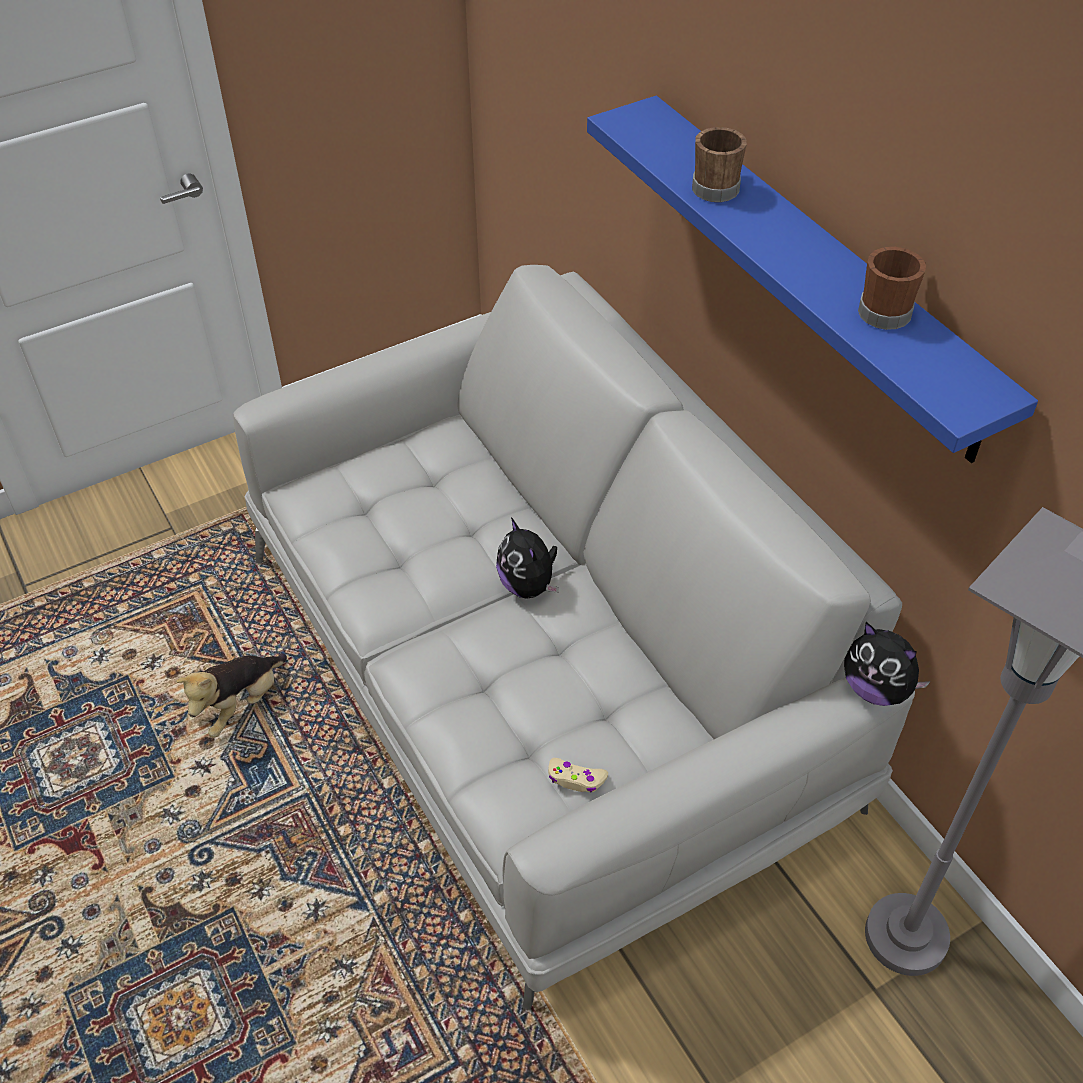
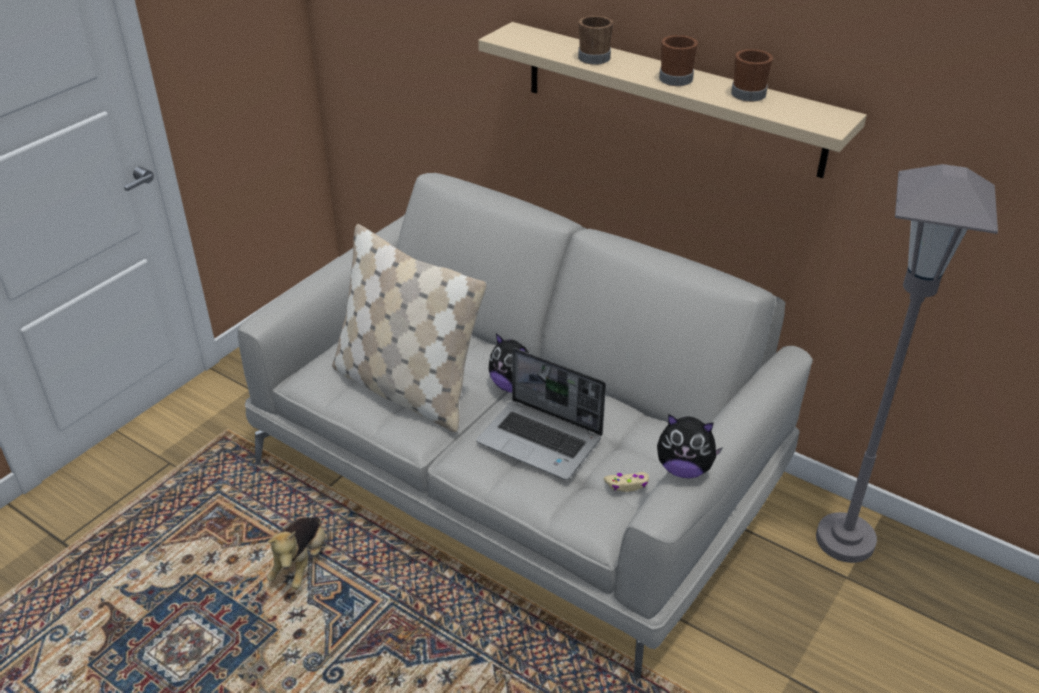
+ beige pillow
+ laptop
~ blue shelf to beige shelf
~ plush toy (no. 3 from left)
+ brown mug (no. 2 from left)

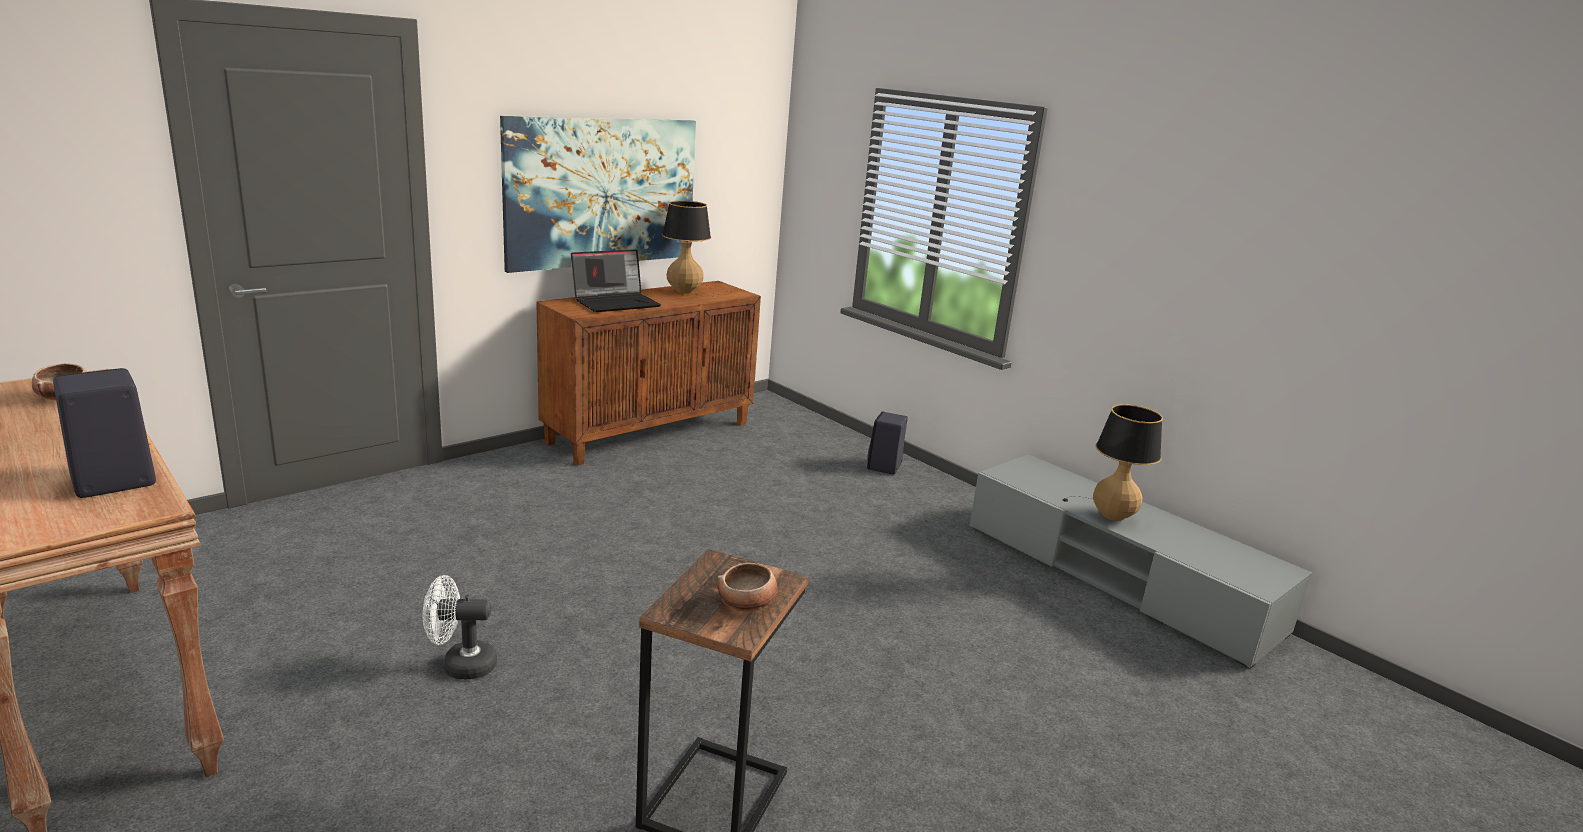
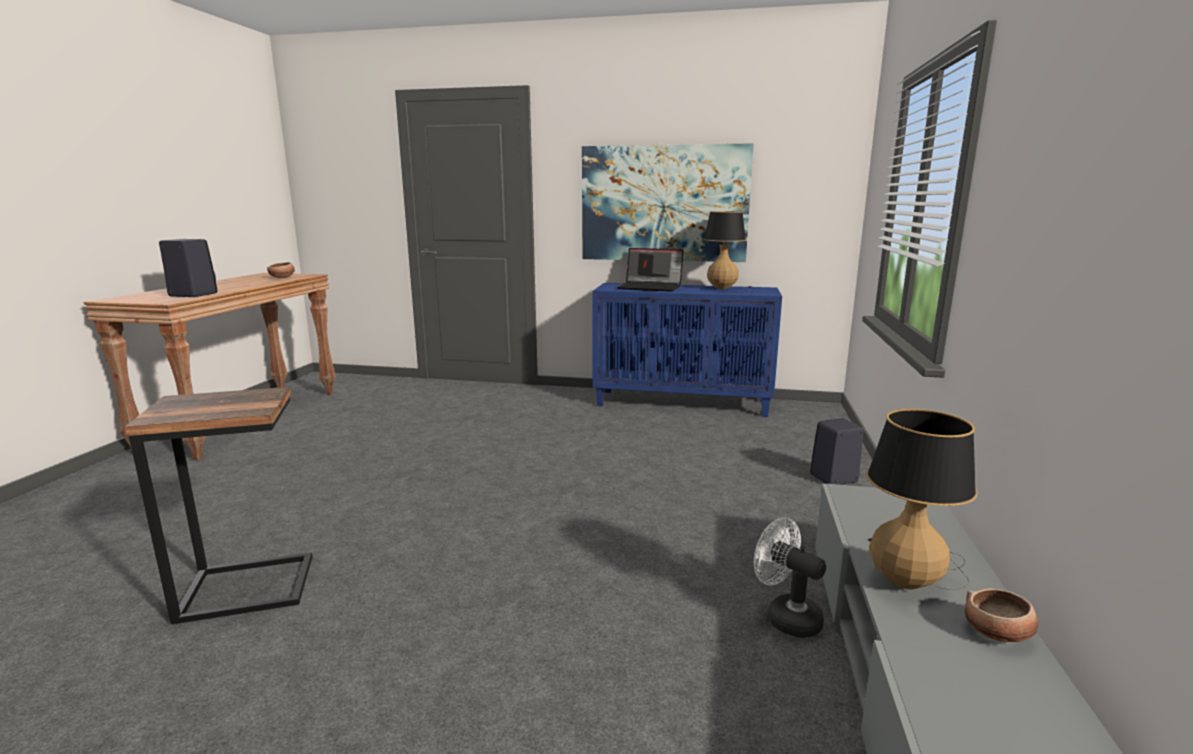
~ brown cabinet to blue cabinet
~ white fan
~ bowl (no. 2 from left)

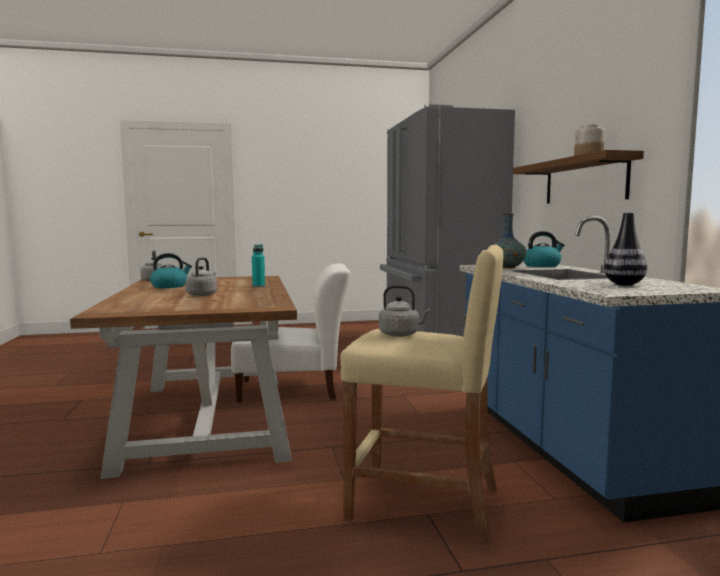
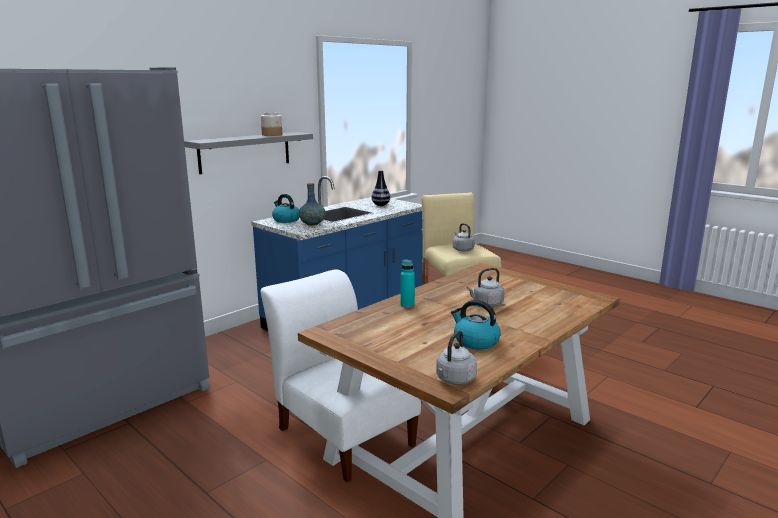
~ brown shelf to grey shelf

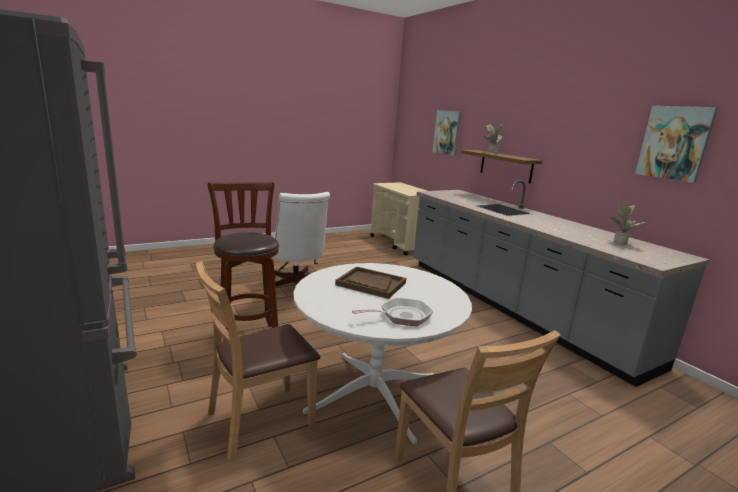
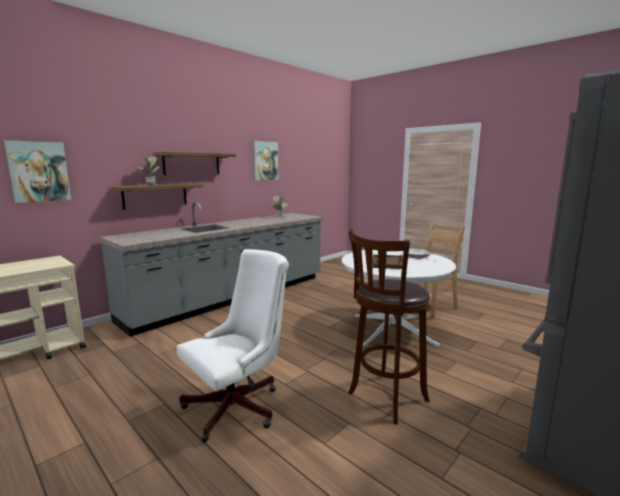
+ shelf (no. 2 from left)
- brown chair (no. 1 from left)

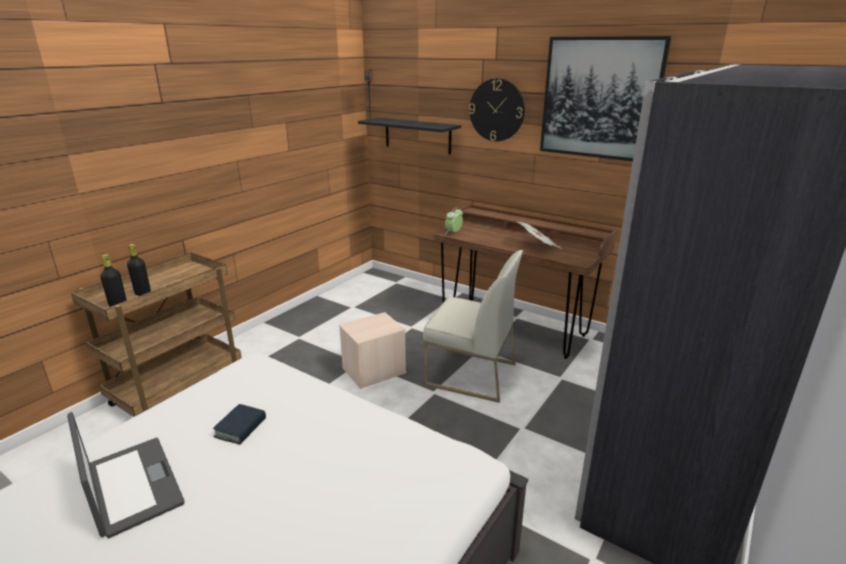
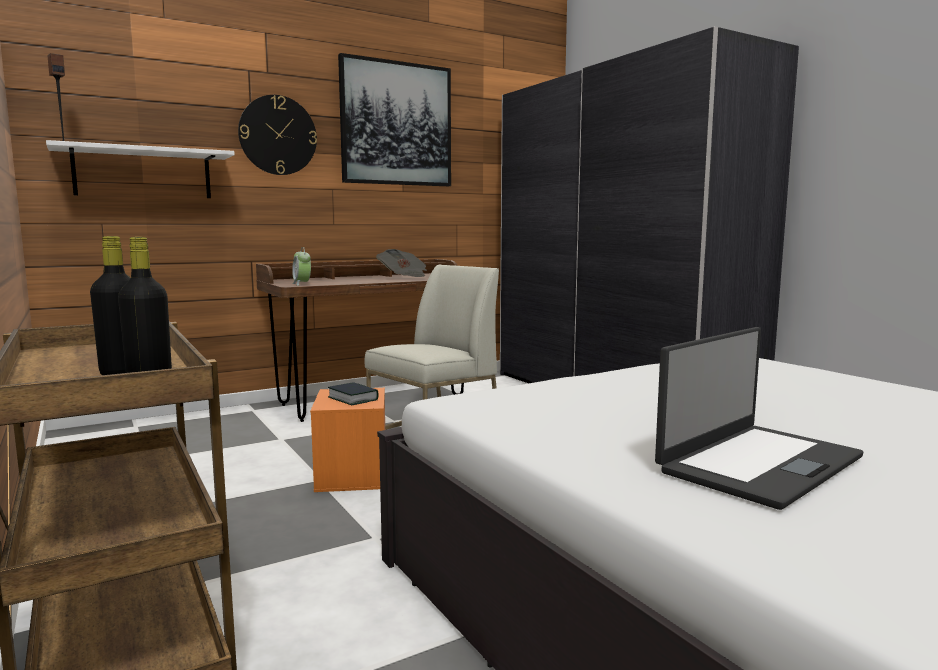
~ black shelf to white shelf
~ beige storage box to orange storage box
~ book
~ laptop 150 degrees clockwise

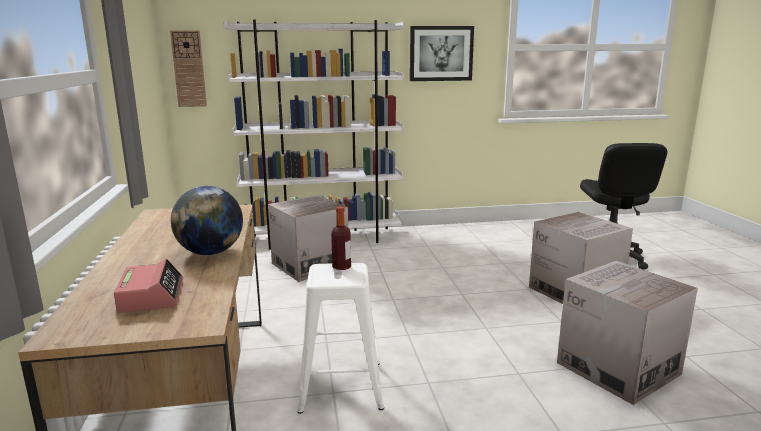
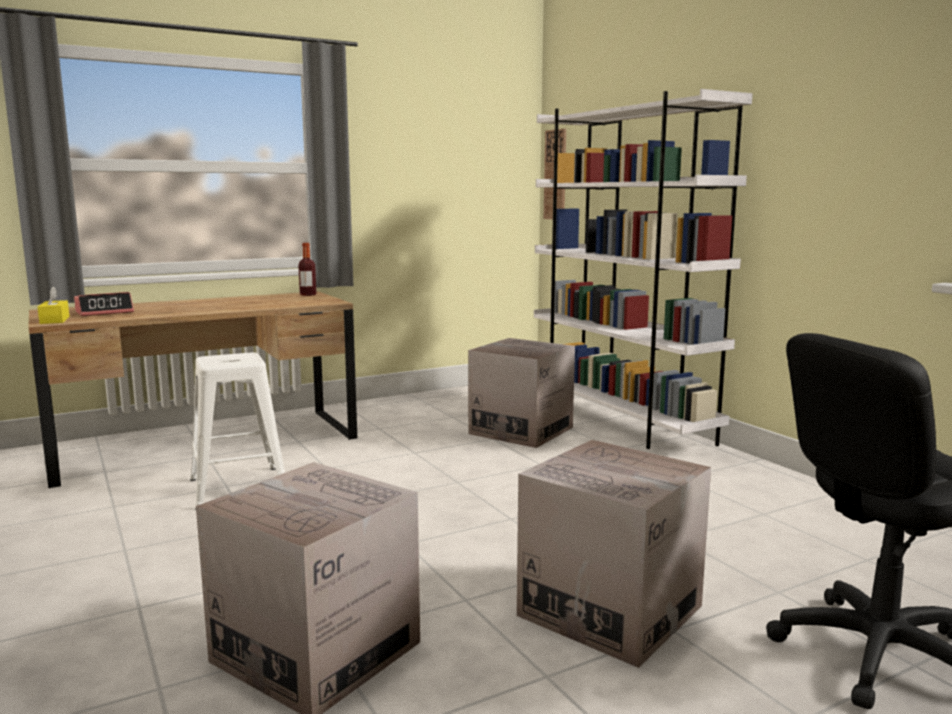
+ yellow tissue box
~ bottle
- globe
- picture

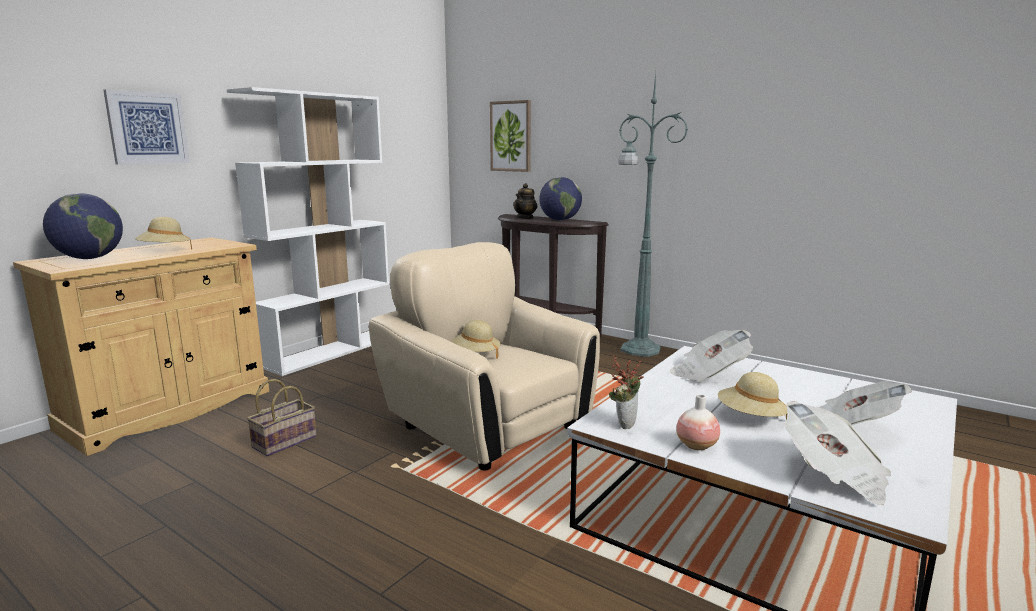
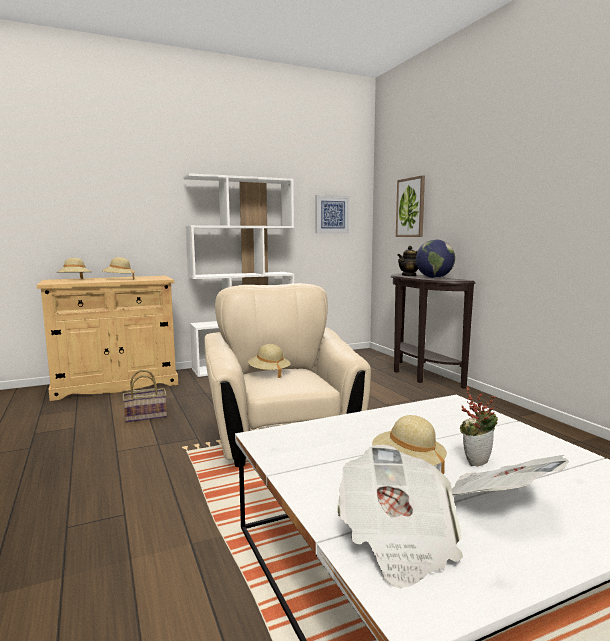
~ globe (no. 1 from left) to beige hat (no. 1 from left)
~ picture (no. 1 from left)
~ potted plant
- green floor lamp
- newspaper (no. 1 from left)
- vase

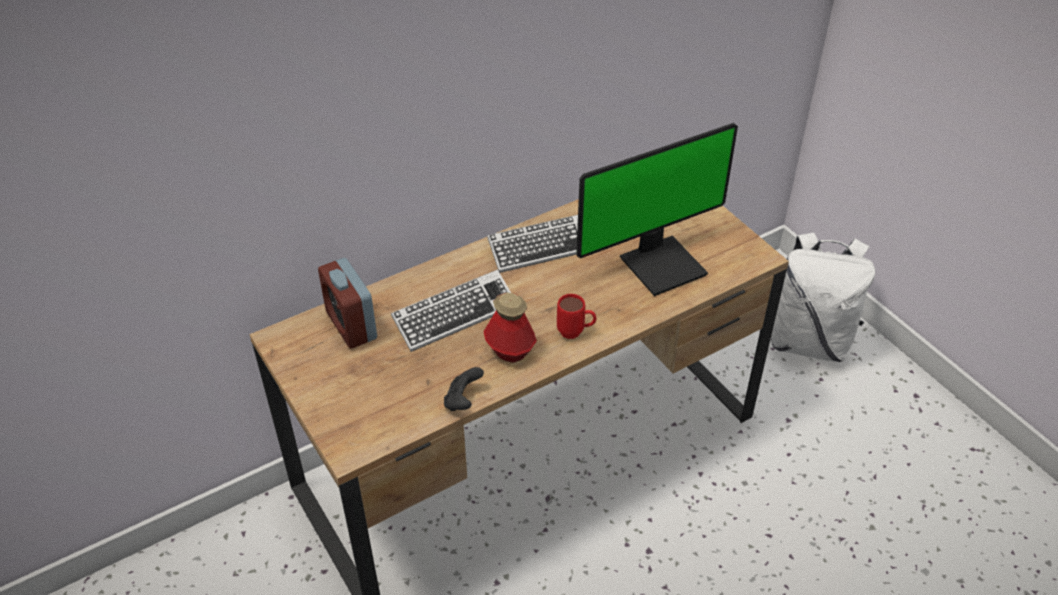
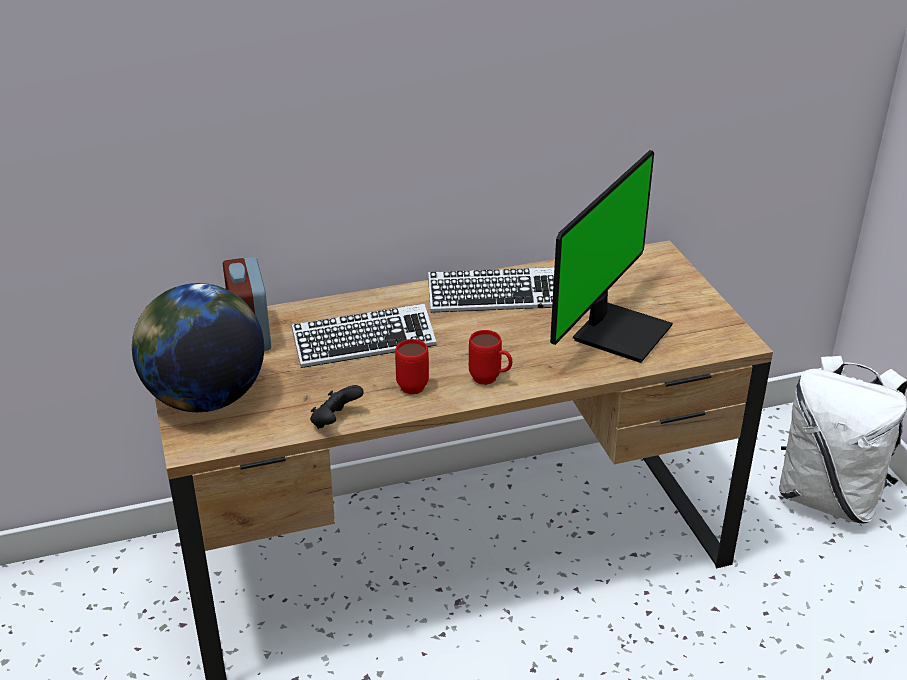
+ globe
~ bottle to red mug (no. 1 from left)
~ monitor 45 degrees counterclockwise

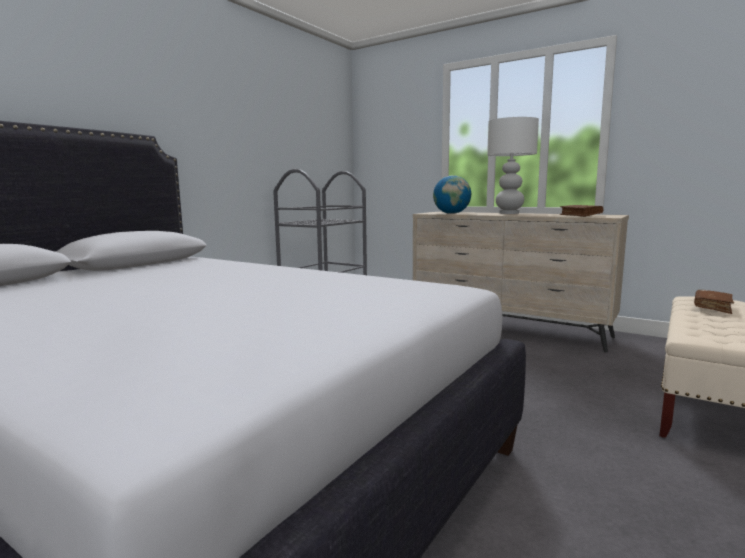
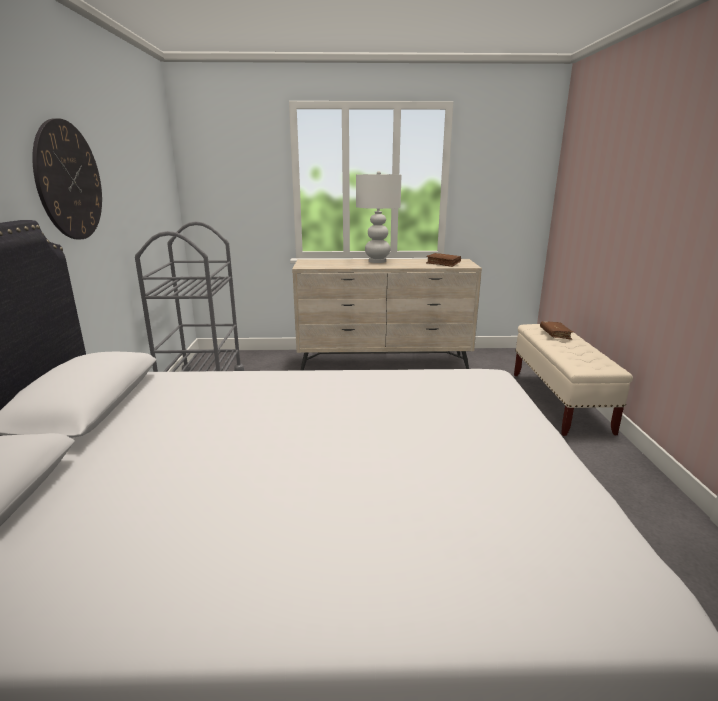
+ wall clock
- globe

